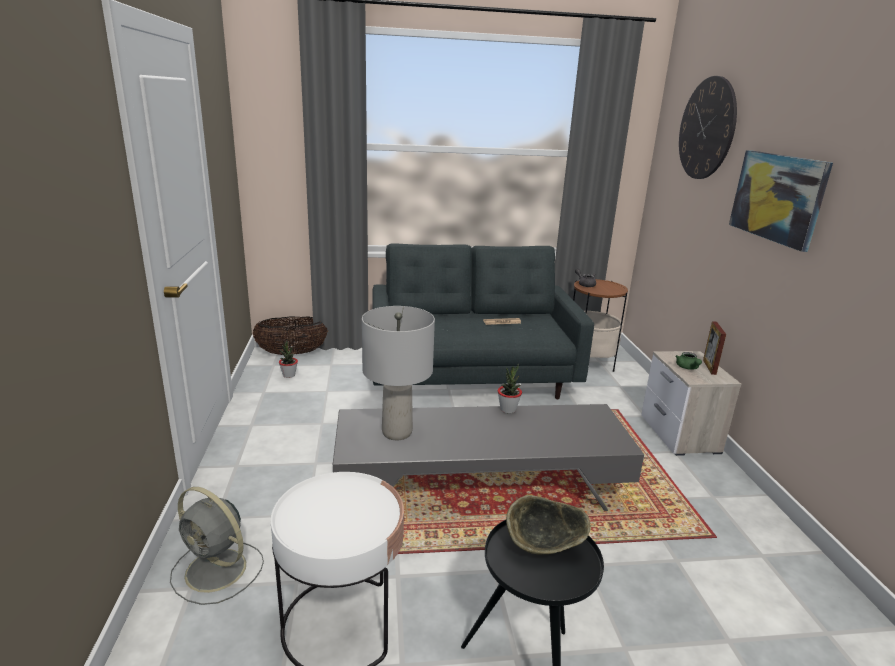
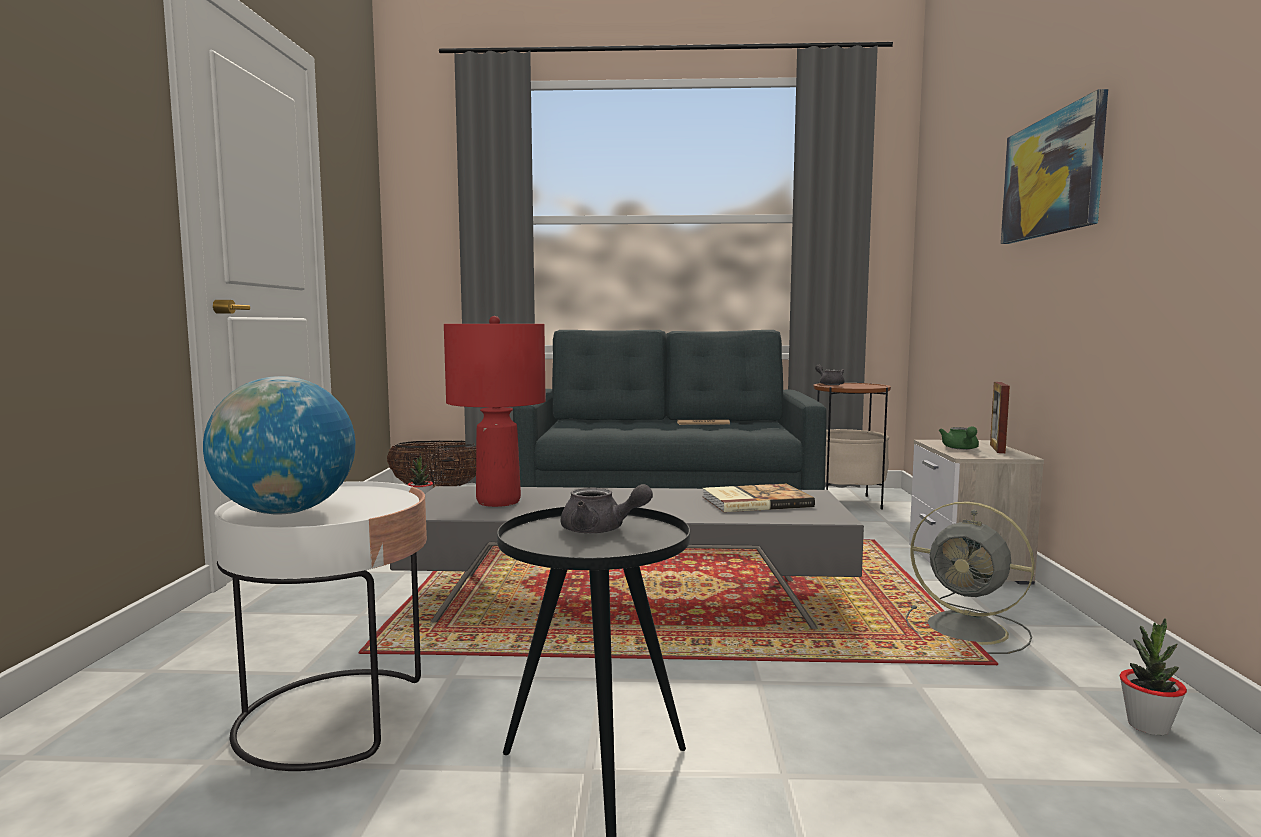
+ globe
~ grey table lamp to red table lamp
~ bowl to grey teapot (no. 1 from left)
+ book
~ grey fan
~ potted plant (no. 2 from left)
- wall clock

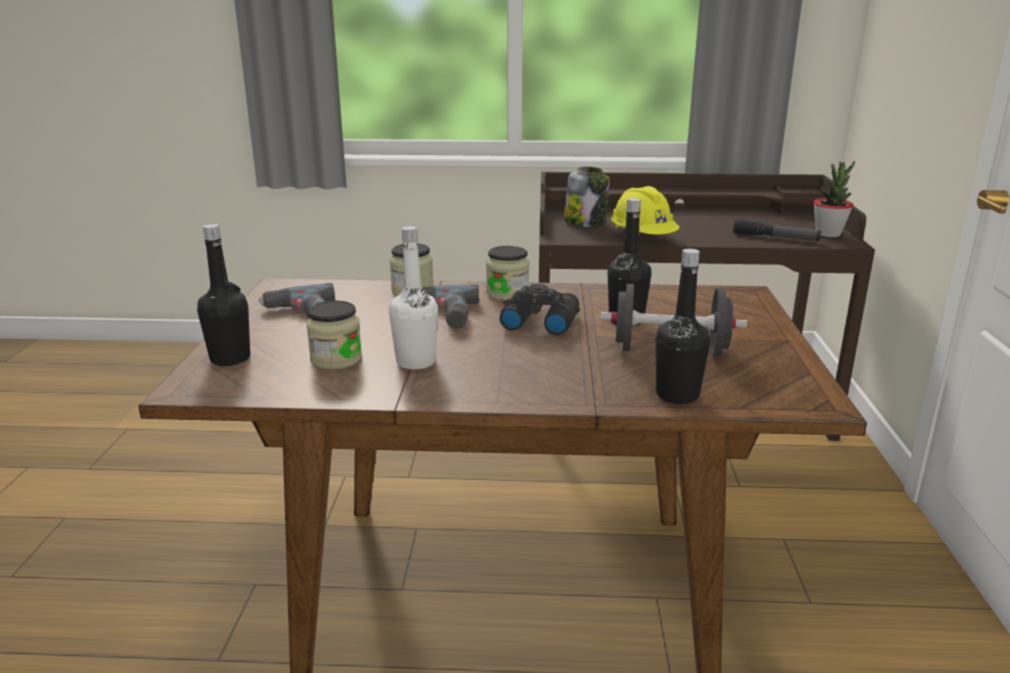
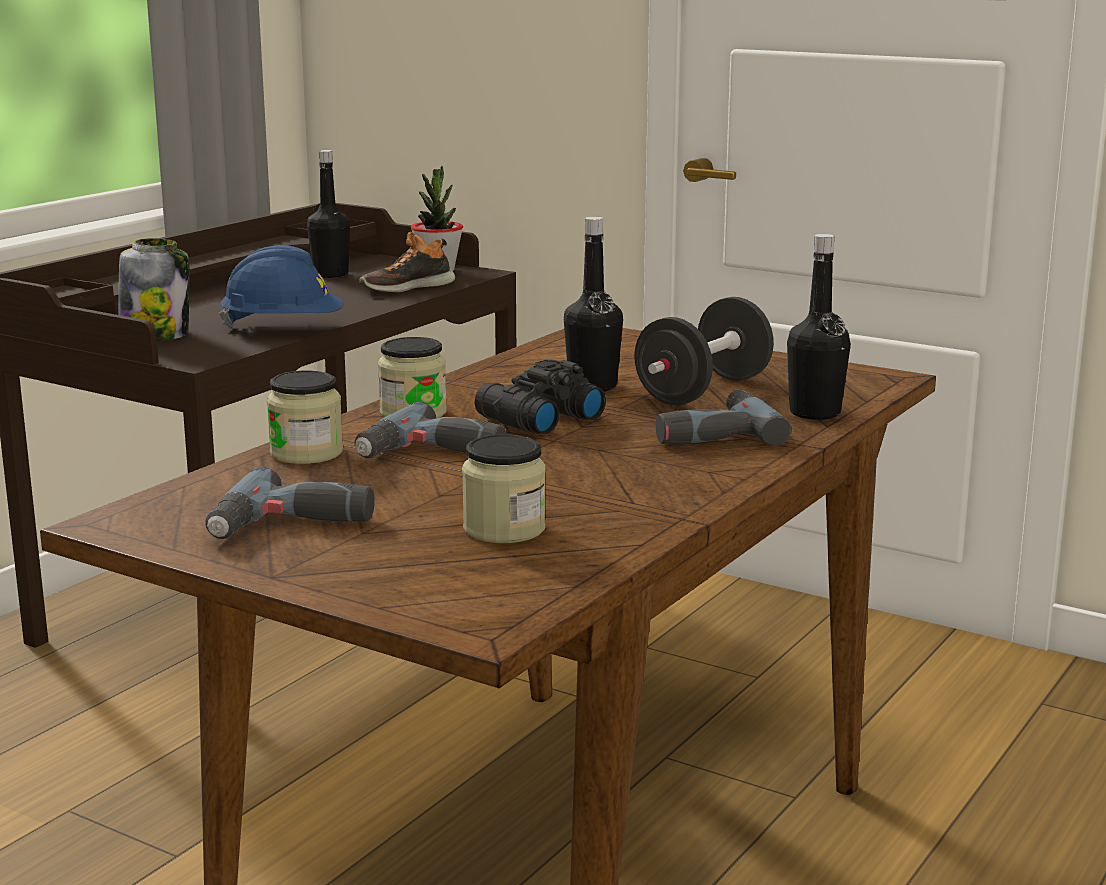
~ yellow hard hat to blue hard hat
~ black bottle (no. 1 from left)
~ flashlight to shoe
+ power drill (no. 3 from left)
- white bottle

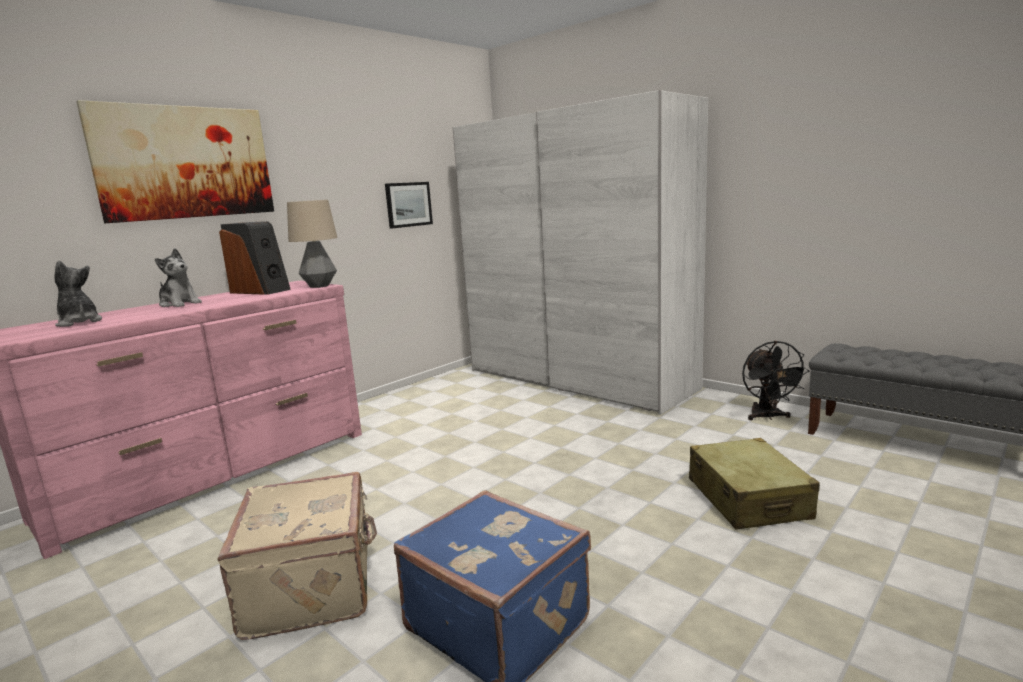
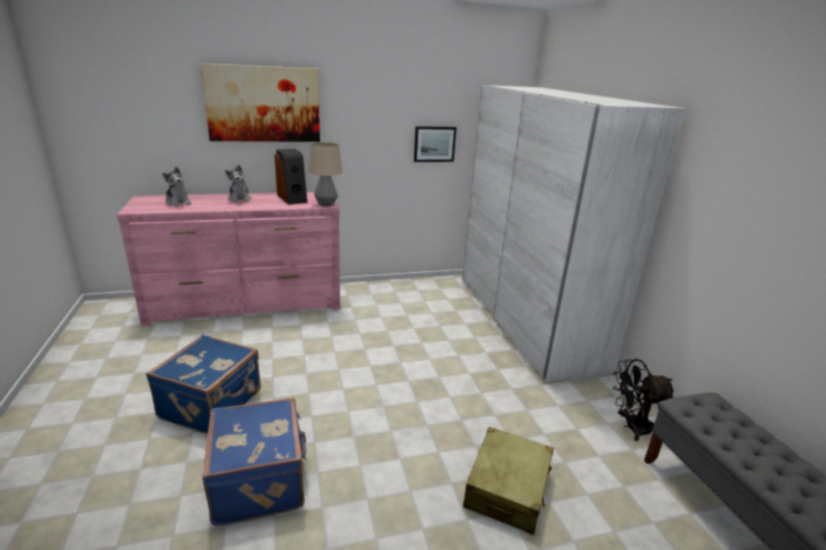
~ beige suitcase (no. 1 from left) to blue suitcase (no. 1 from left)
~ plush toy (no. 1 from left) 150 degrees clockwise
~ black fan 60 degrees clockwise

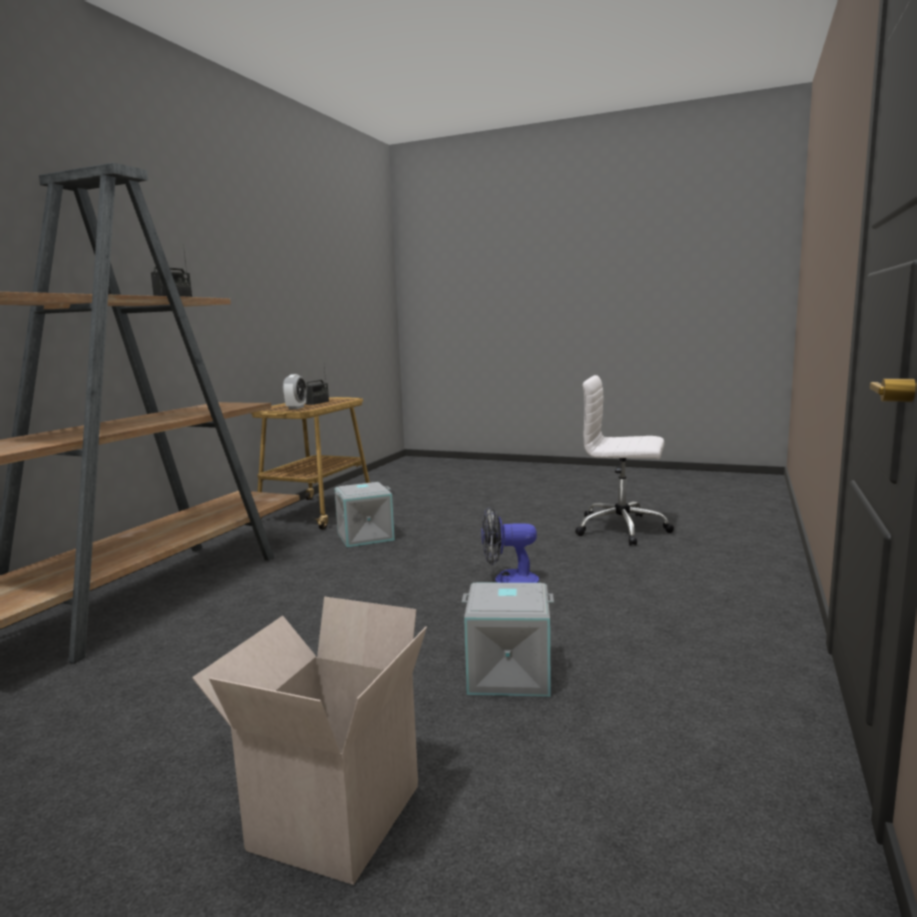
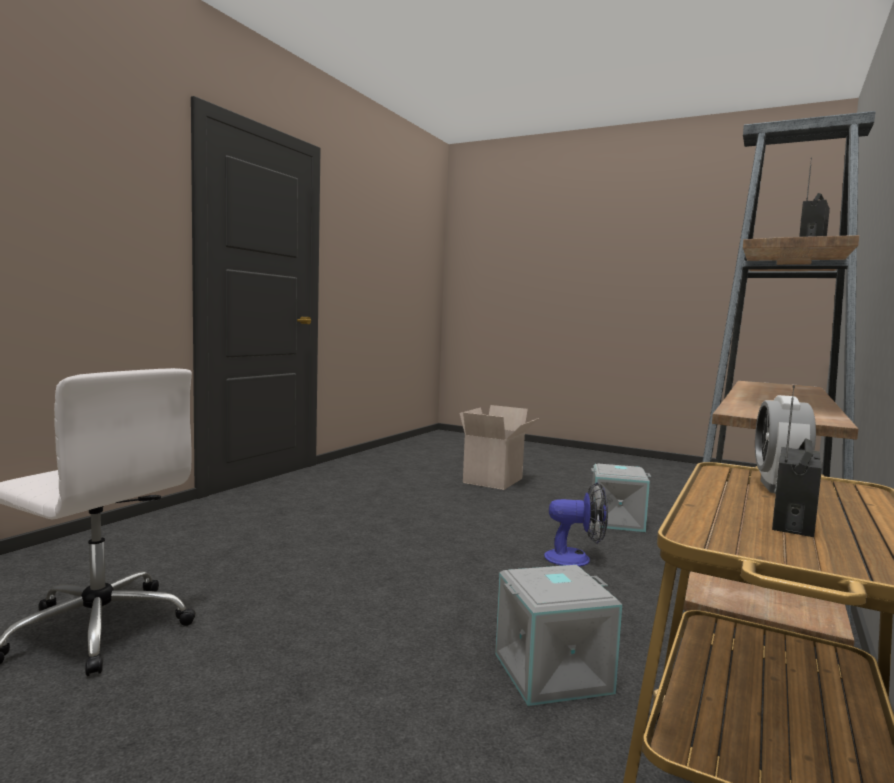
~ fan
~ grey storage box (no. 2 from left)

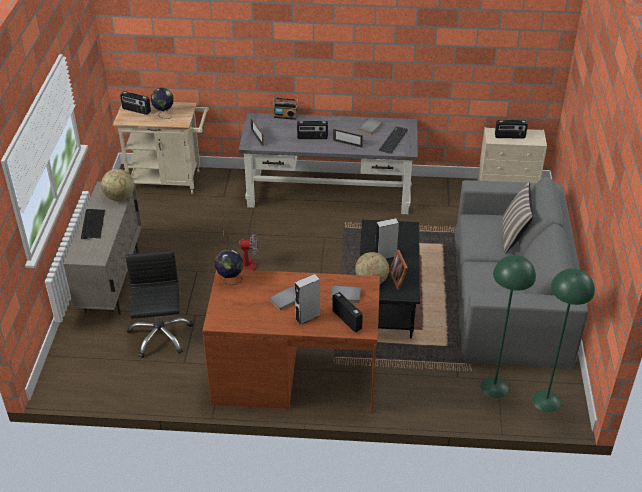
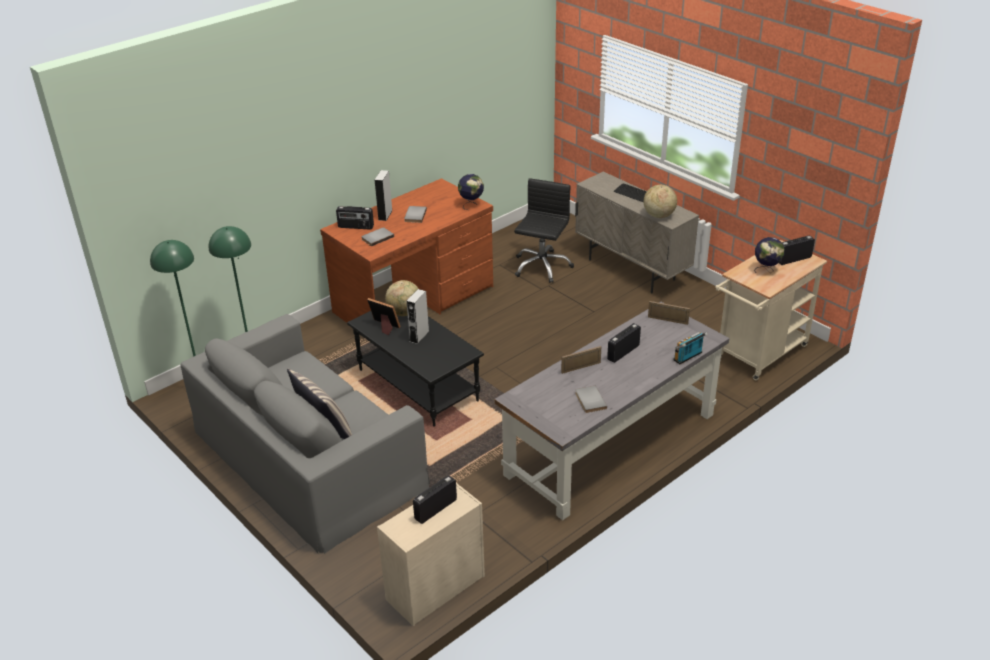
~ black office chair 105 degrees counterclockwise
- fan
- keyboard (no. 2 from left)

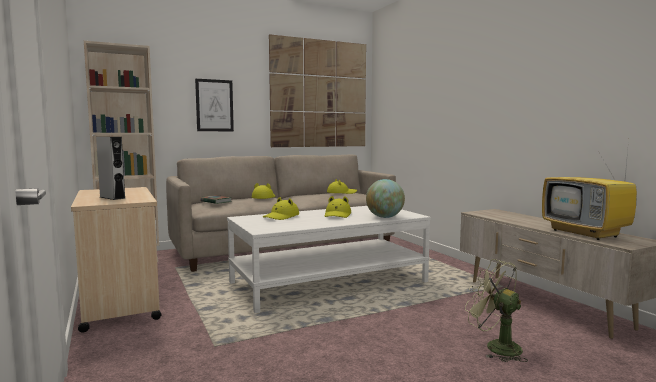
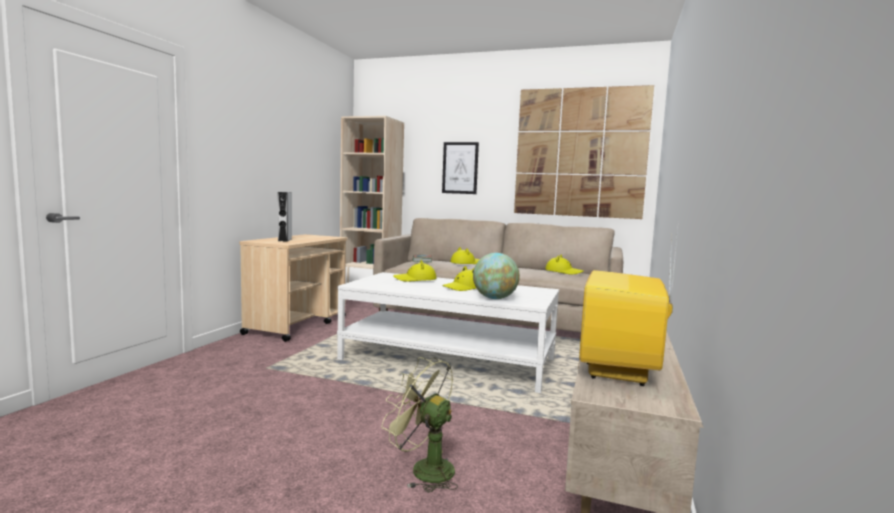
~ green fan 60 degrees counterclockwise

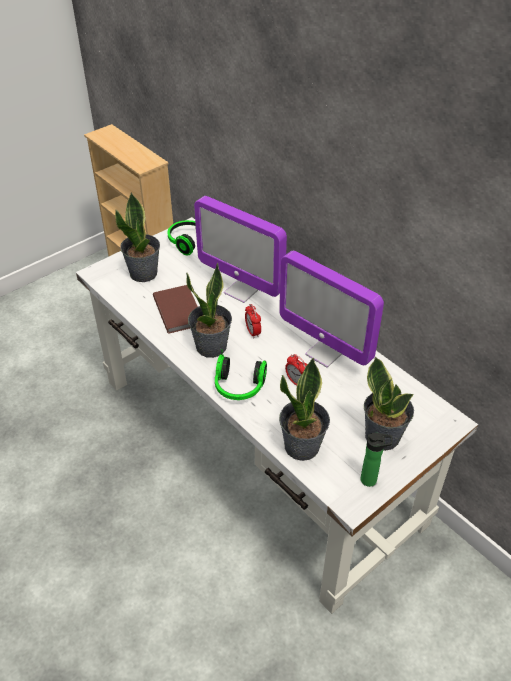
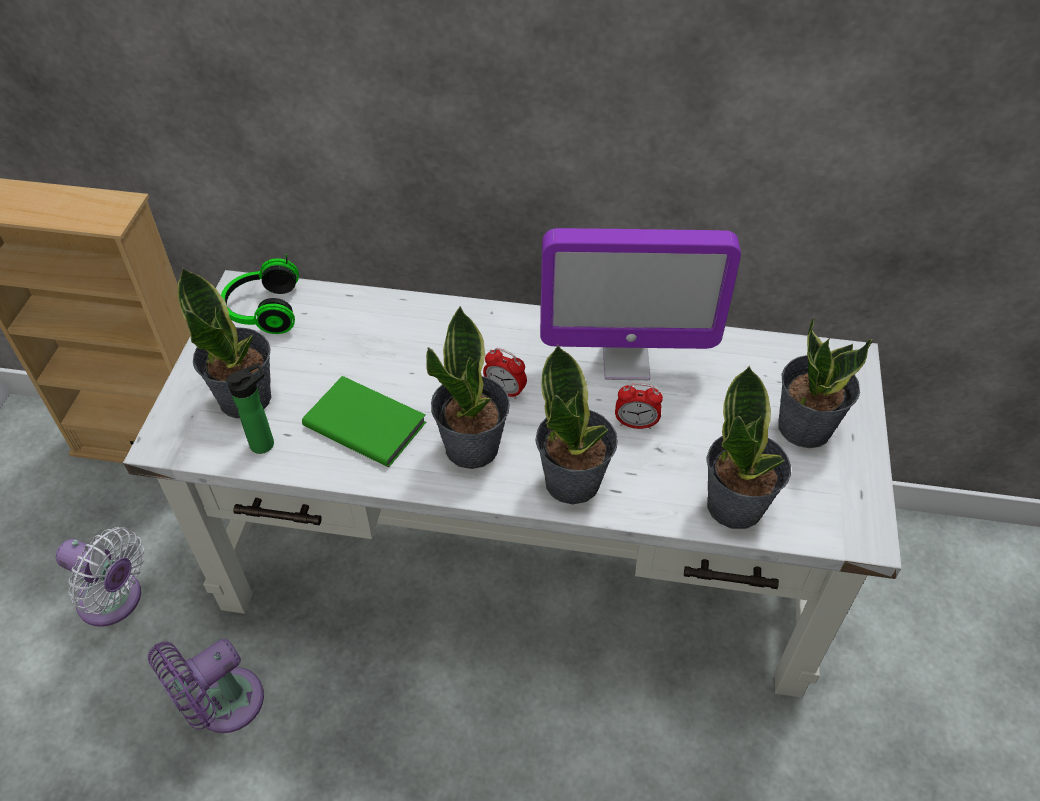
+ white fan
+ purple fan
~ bottle
~ brown book to green book
~ headphones (no. 2 from left) to potted plant (no. 3 from left)
- monitor (no. 1 from left)

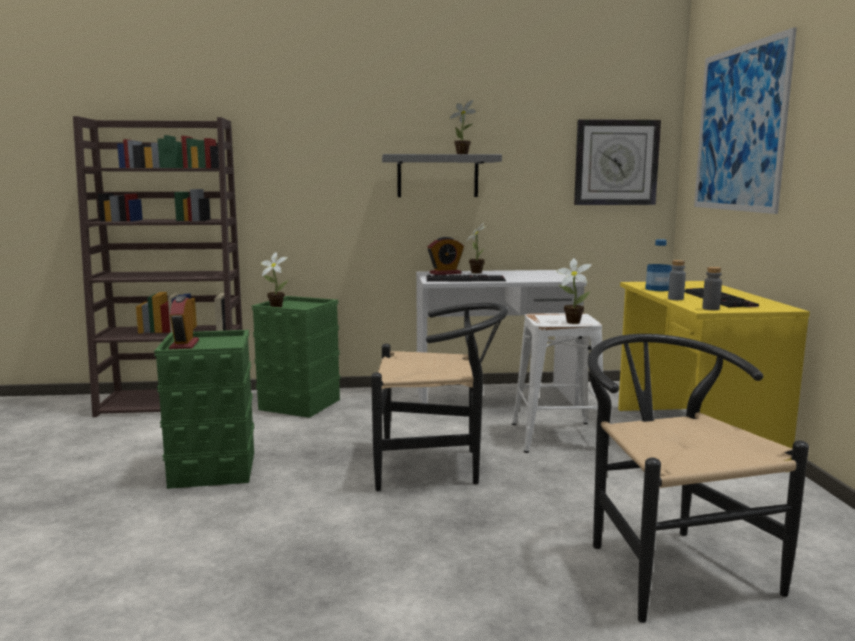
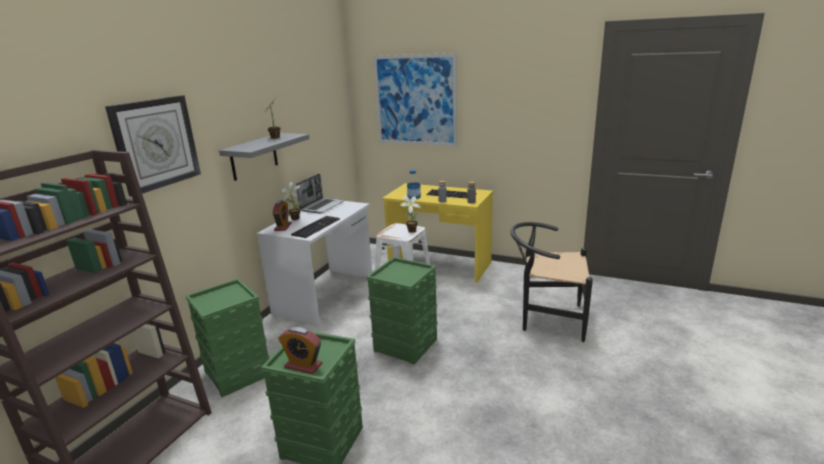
~ wall clock
+ laptop
~ black chair (no. 1 from left) to green storage box (no. 3 from left)
- potted plant (no. 1 from left)

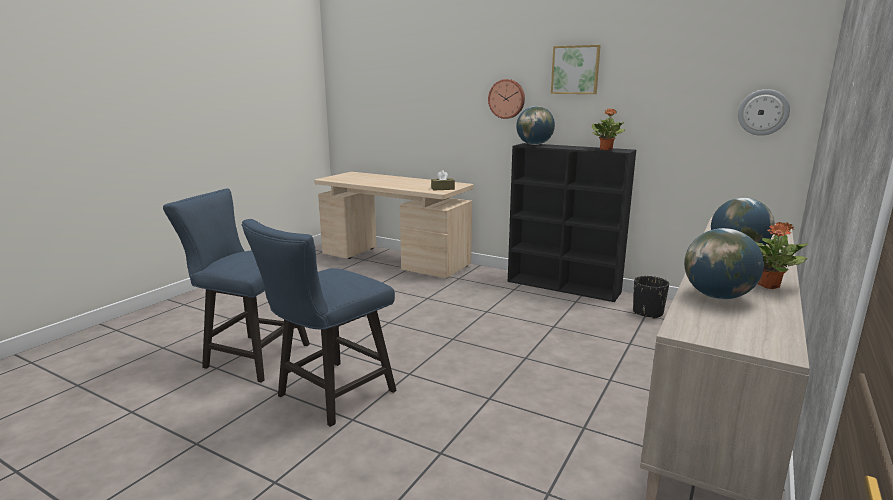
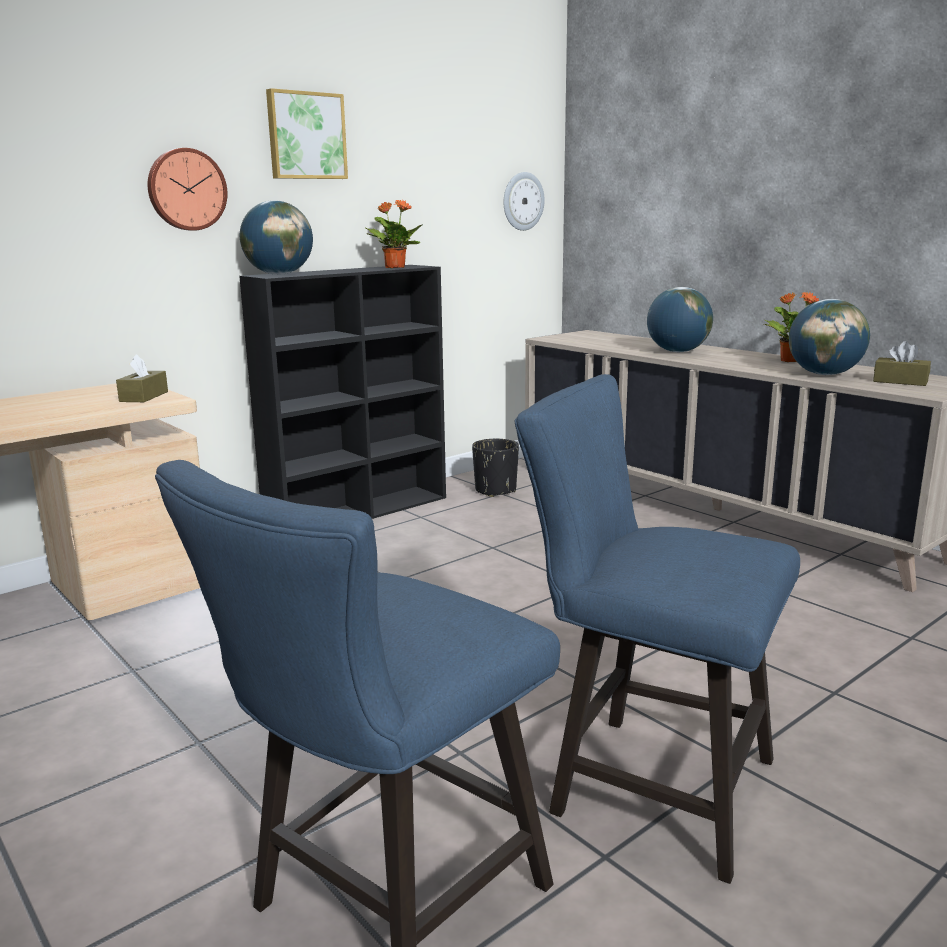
~ blue chair (no. 2 from left) 150 degrees clockwise
+ brown tissue box (no. 2 from left)

